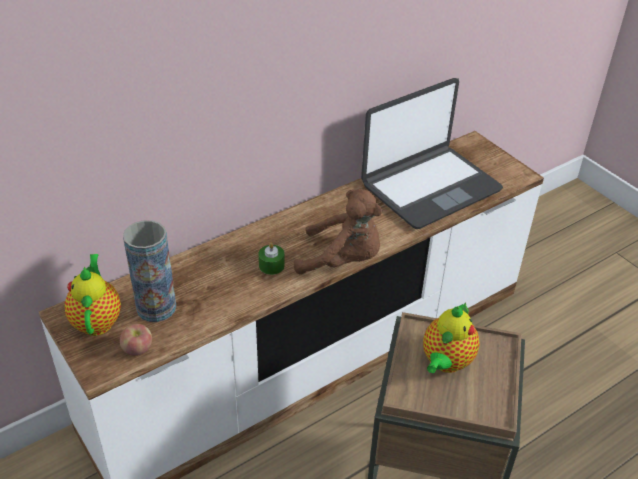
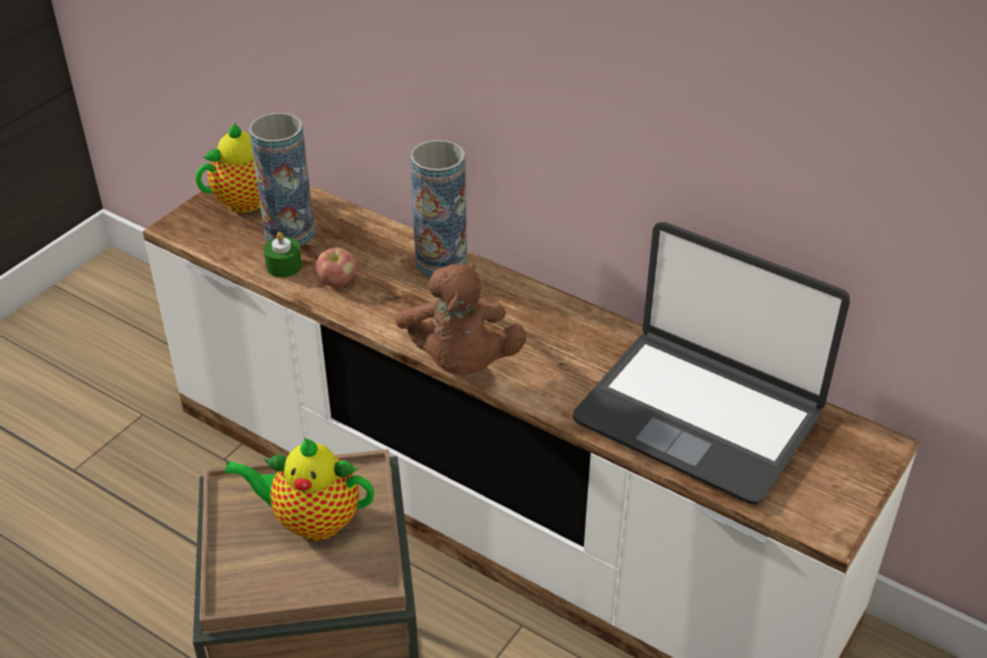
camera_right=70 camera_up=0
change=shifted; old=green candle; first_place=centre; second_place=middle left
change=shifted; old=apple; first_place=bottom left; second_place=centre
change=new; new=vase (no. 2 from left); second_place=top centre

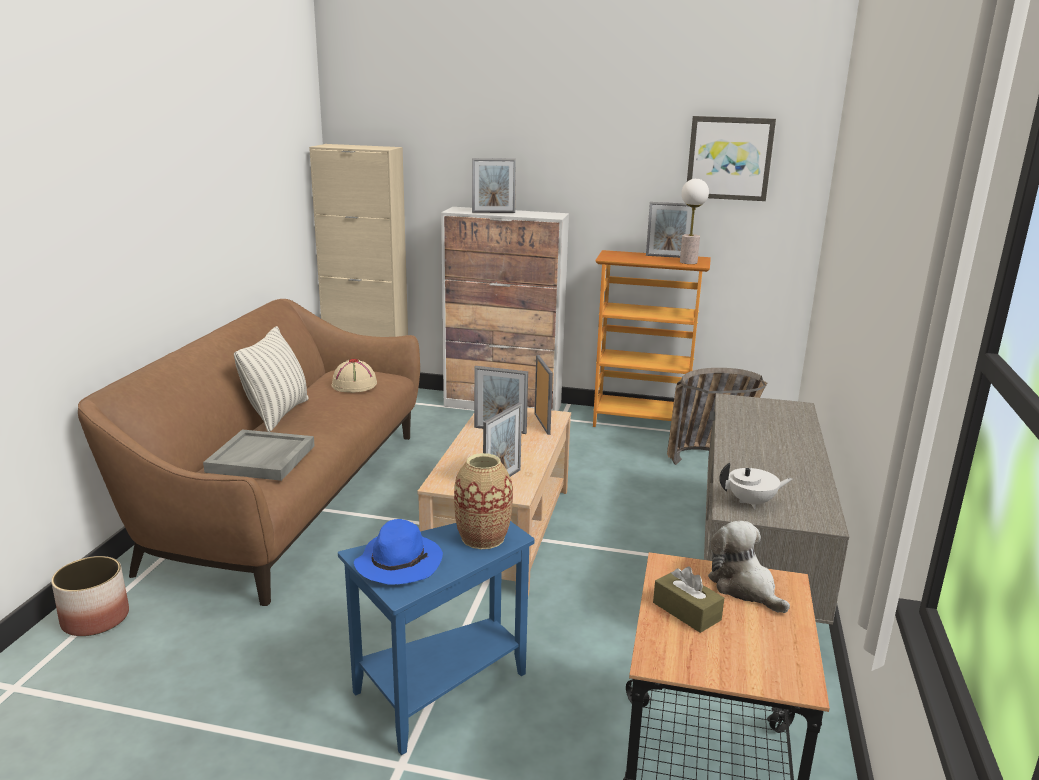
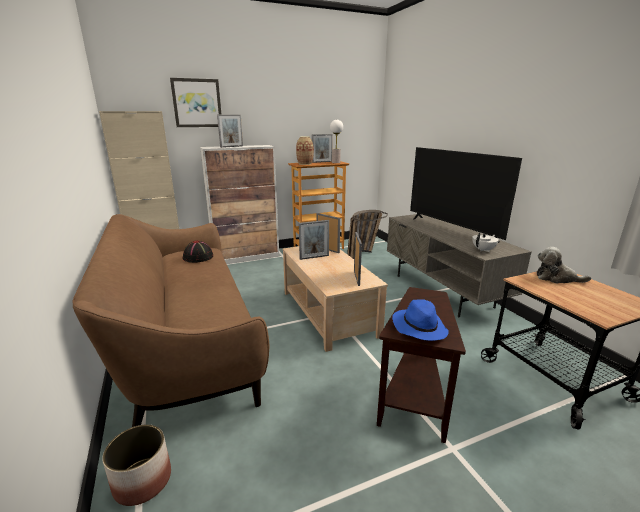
camera_right=-35 camera_up=0
change=shifted; old=picture; first_place=top right; second_place=top left
change=repainted; old=beige hat; new=black hat; first_place=centre; second_place=middle left
change=shifted; old=vase; first_place=centre; second_place=top centre
change=repainted; old=blue side table; new=brown side table; first_place=bottom centre; second_place=bottom centre
change=new; new=television; second_place=middle right
change=gone; old=grey tray; first_place=middle left
change=gone; old=pillow; first_place=middle left
change=gone; old=brown tissue box; first_place=bottom centre

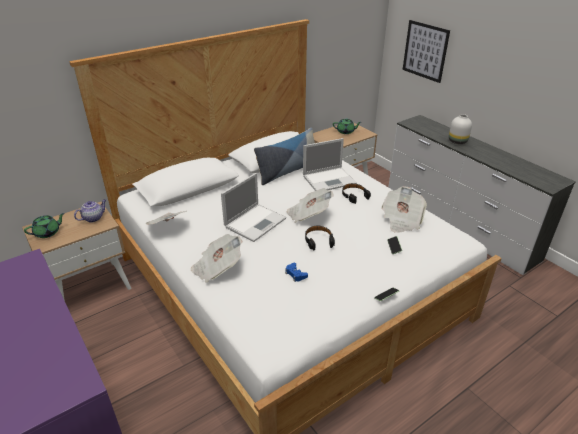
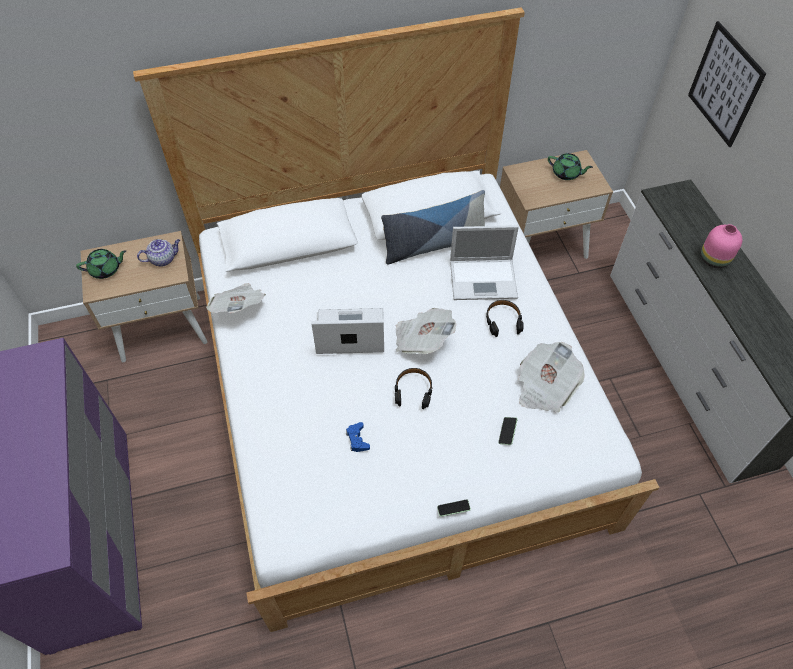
camera_right=20 camera_up=20
change=rotated; old=laptop (no. 1 from left); first_place=centre; second_place=centre; degrees=-150
change=repainted; old=white vase; new=pink vase; first_place=top right; second_place=middle right
change=gone; old=newspaper (no. 2 from left); first_place=centre

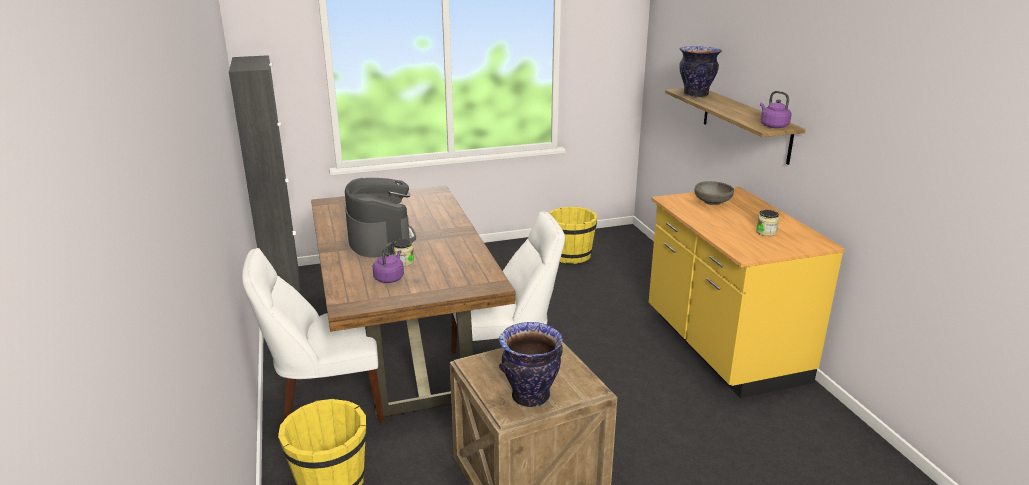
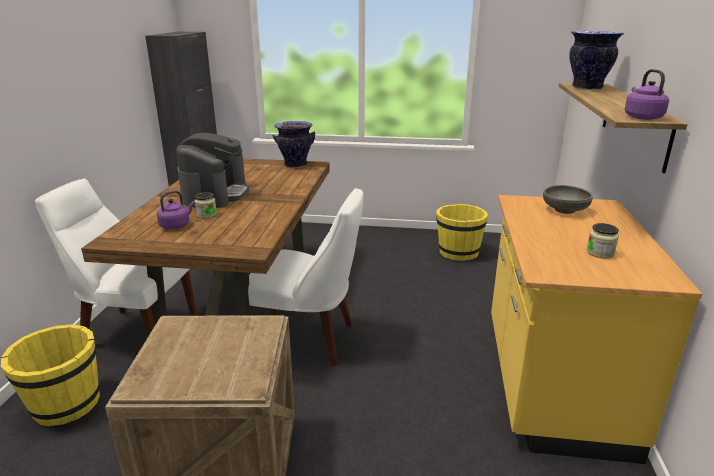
camera_right=25 camera_up=0
change=shifted; old=vase (no. 1 from left); first_place=bottom centre; second_place=top centre

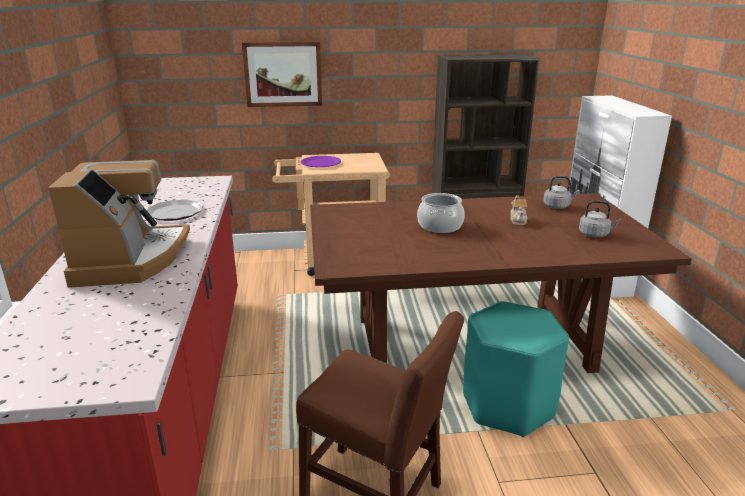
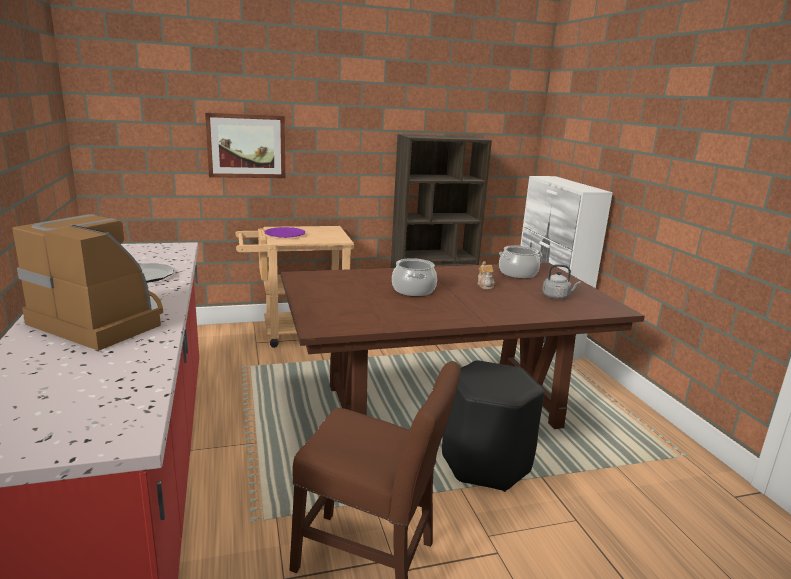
camera_right=-10 camera_up=-5
change=rotated; old=coffee machine; first_place=middle left; second_place=middle left; degrees=-45
change=repainted; old=turquoise stool; new=black stool; first_place=bottom right; second_place=bottom centre
change=swapped; old=grey kettle (no. 1 from left); new=cooking pot (no. 2 from left); first_place=middle right; second_place=centre

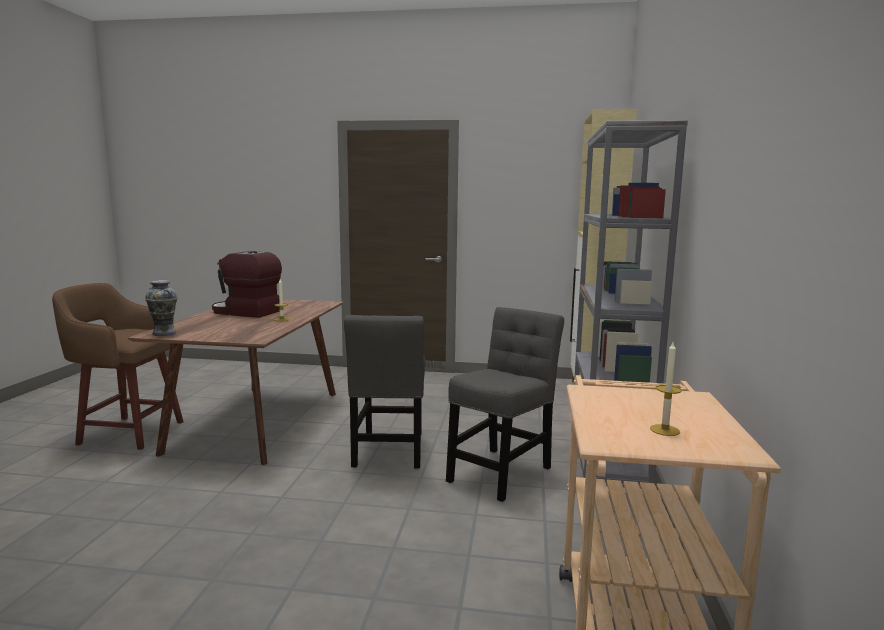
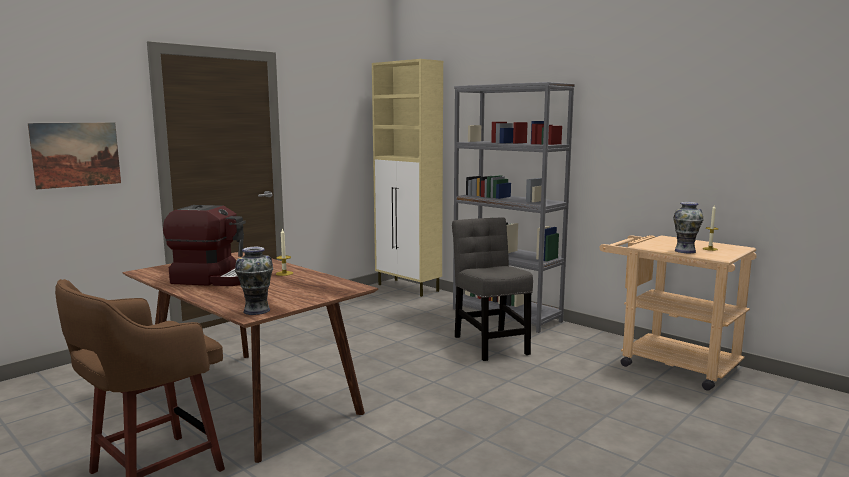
camera_right=-55 camera_up=0
change=new; new=picture; second_place=top left
change=rotated; old=coffee machine; first_place=middle left; second_place=middle left; degrees=-135
change=new; new=vase (no. 2 from left); second_place=middle right
change=gone; old=grey chair (no. 1 from left); first_place=centre

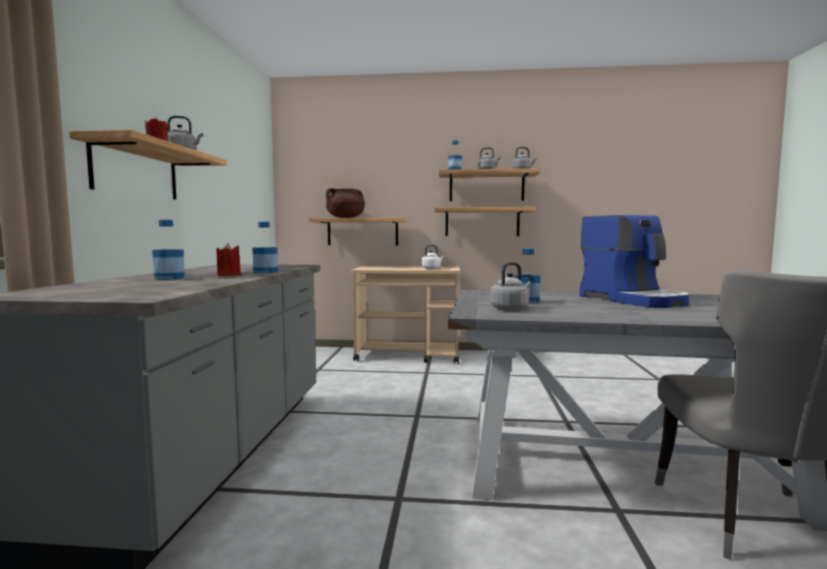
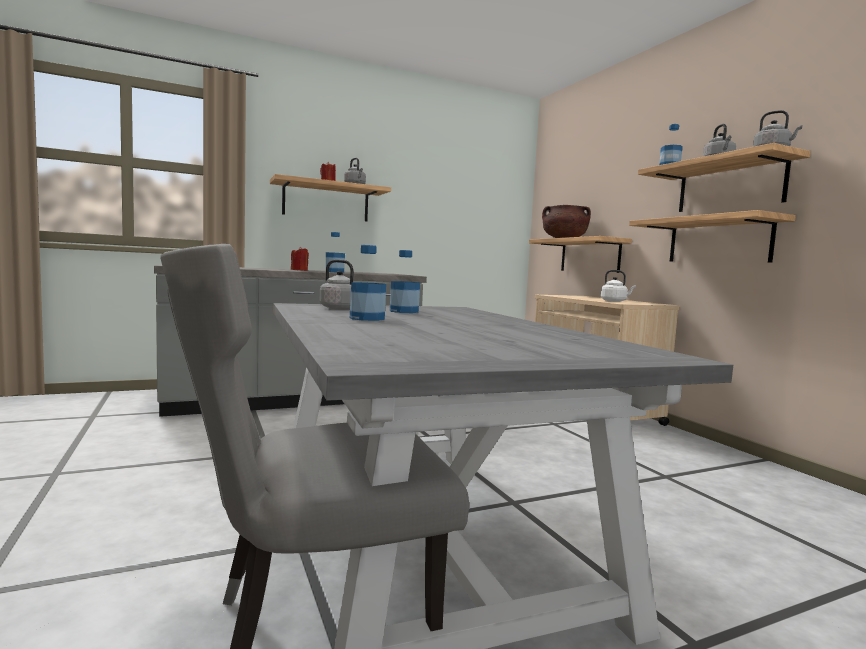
camera_right=60 camera_up=0
change=shifted; old=bottle (no. 1 from left in the first image); new=bottle (no. 2 from left); first_place=middle left; second_place=centre
change=gone; old=coffee machine; first_place=middle right

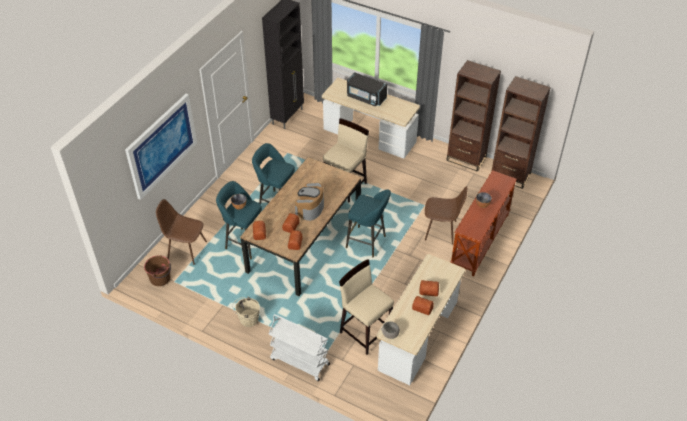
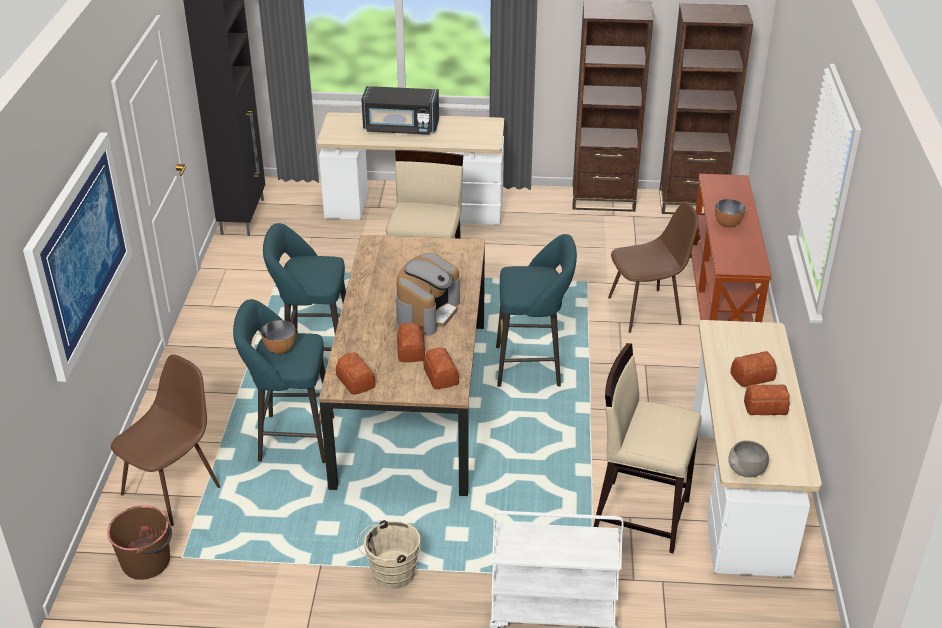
camera_right=-25 camera_up=-10
change=rotated; old=brown chair (no. 1 from left); first_place=middle left; second_place=bottom left; degrees=135
change=rotated; old=coffee machine; first_place=centre; second_place=centre; degrees=-150

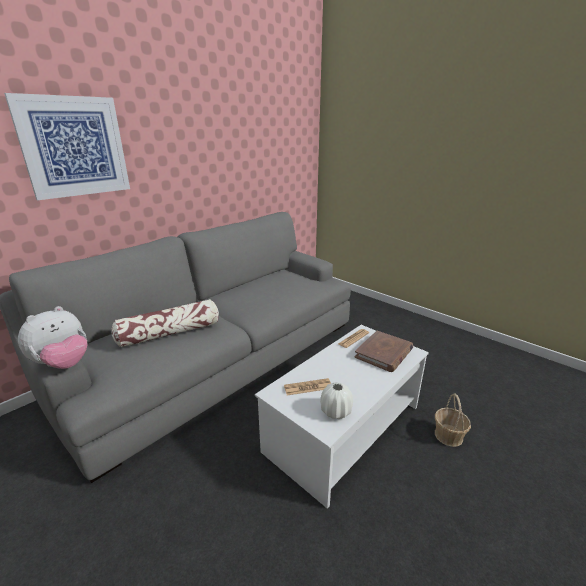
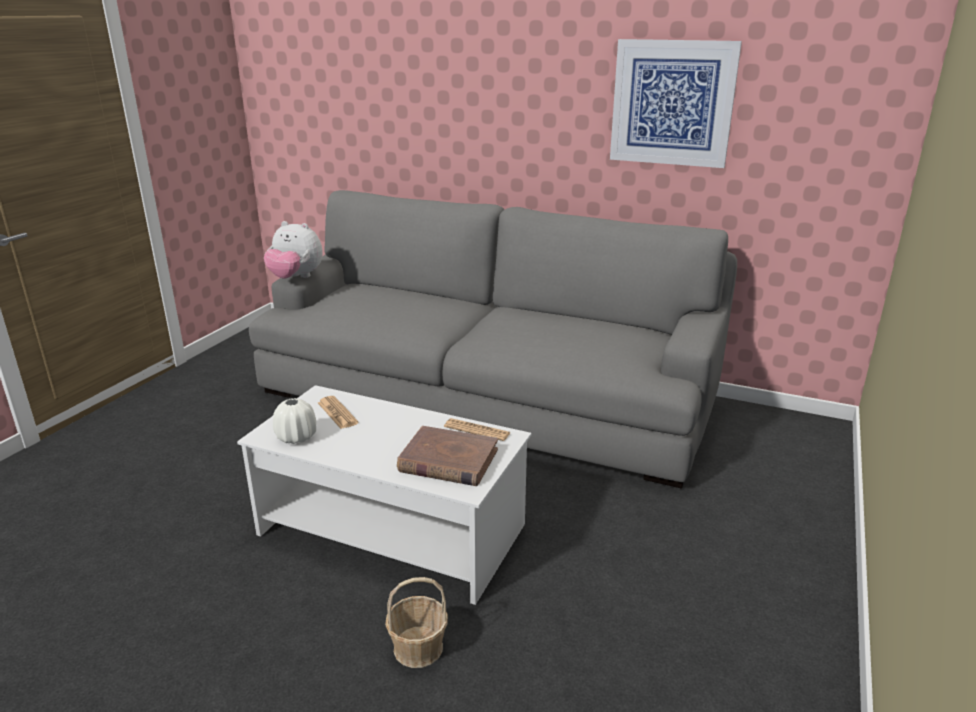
camera_right=70 camera_up=0
change=shifted; old=picture; first_place=top left; second_place=top right
change=gone; old=pillow; first_place=middle left

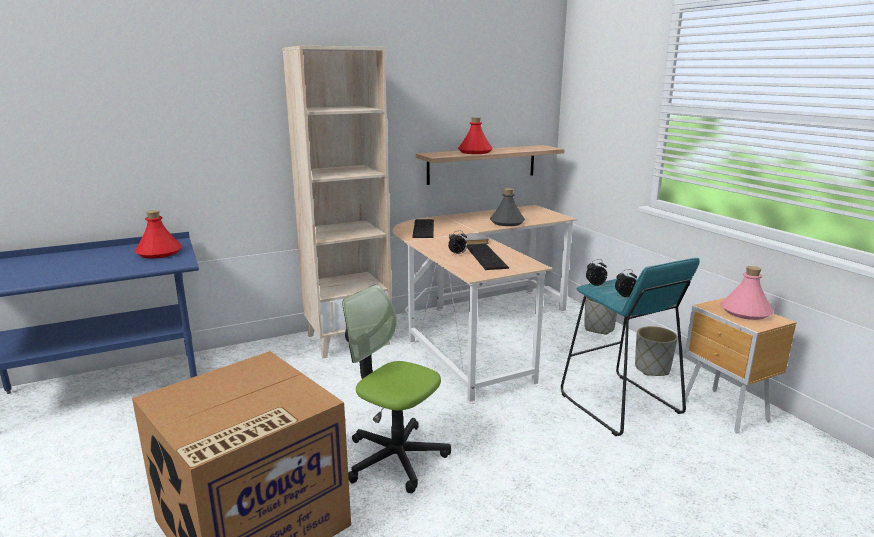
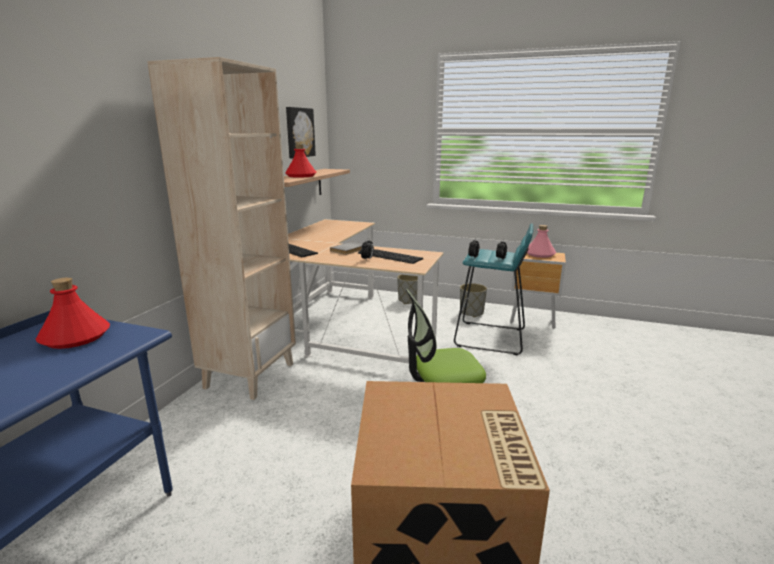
camera_right=-45 camera_up=0
change=new; new=picture; second_place=top centre
change=gone; old=grey bottle; first_place=centre

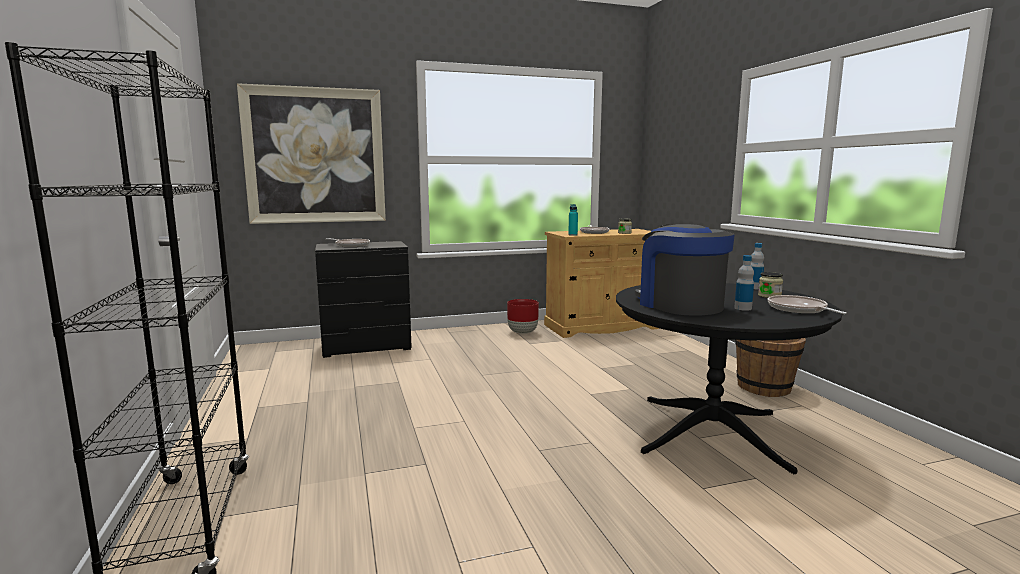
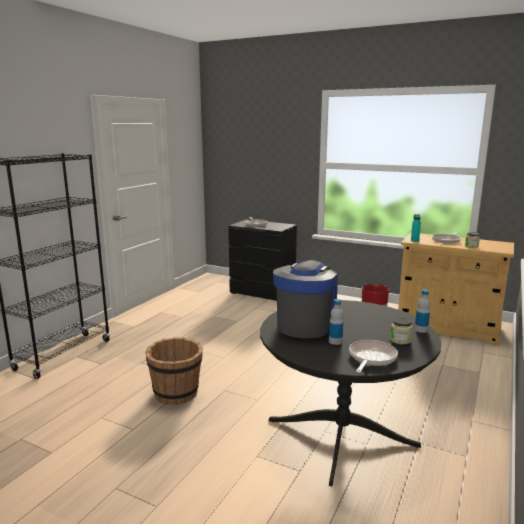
camera_right=45 camera_up=5
change=shifted; old=brown bucket; first_place=middle right; second_place=bottom left
change=gone; old=picture; first_place=top left

